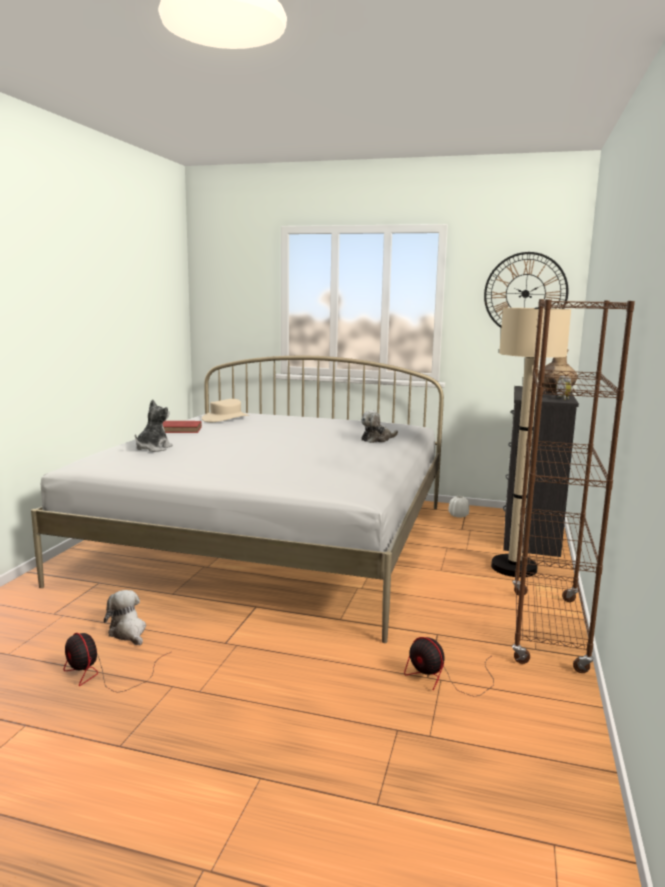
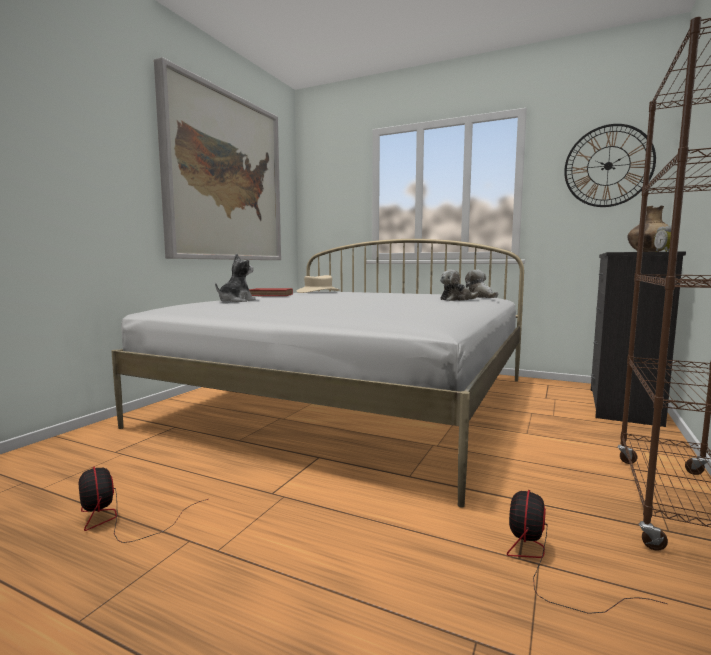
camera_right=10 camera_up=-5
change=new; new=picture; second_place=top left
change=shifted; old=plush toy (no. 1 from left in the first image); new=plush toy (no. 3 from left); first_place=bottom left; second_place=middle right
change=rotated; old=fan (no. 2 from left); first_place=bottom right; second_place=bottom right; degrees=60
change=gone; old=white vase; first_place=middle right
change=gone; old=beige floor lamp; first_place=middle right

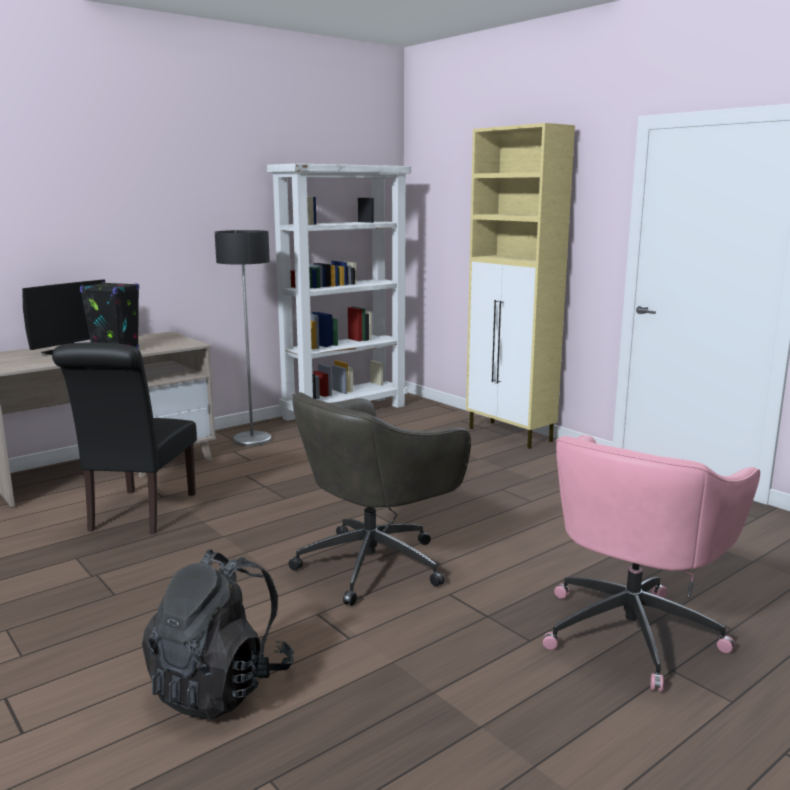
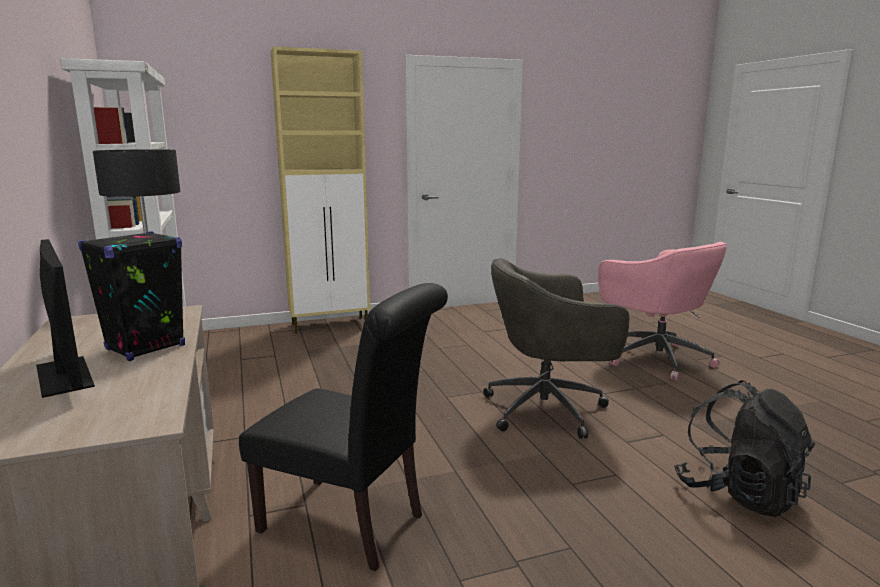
camera_right=-70 camera_up=0
change=rotated; old=grey office chair; first_place=centre; second_place=centre; degrees=105

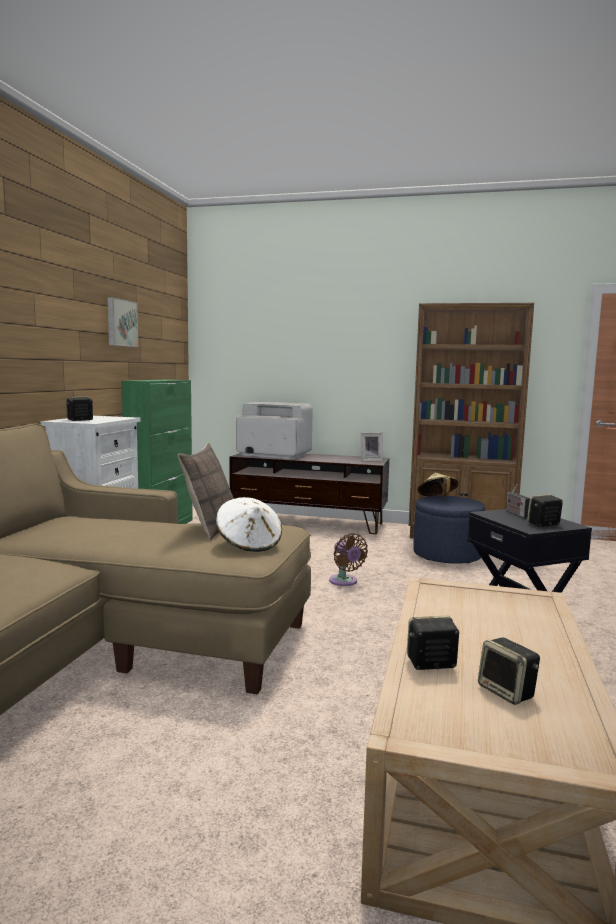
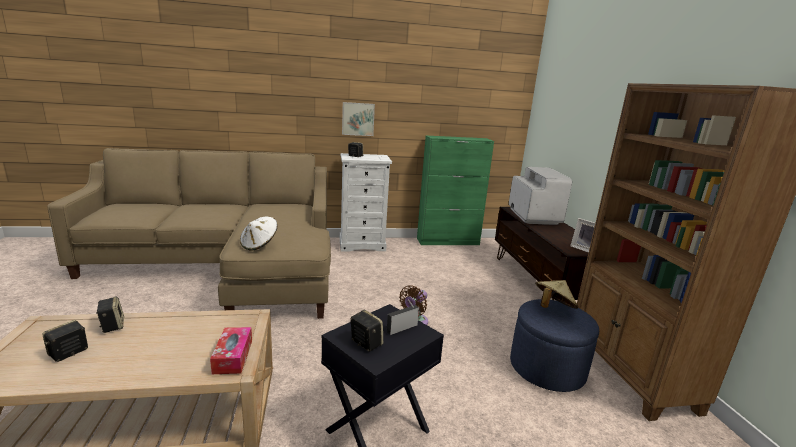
camera_right=65 camera_up=10
change=new; new=tissue box; second_place=bottom left
change=shifted; old=picture; first_place=middle left; second_place=top centre
change=gone; old=pillow; first_place=centre

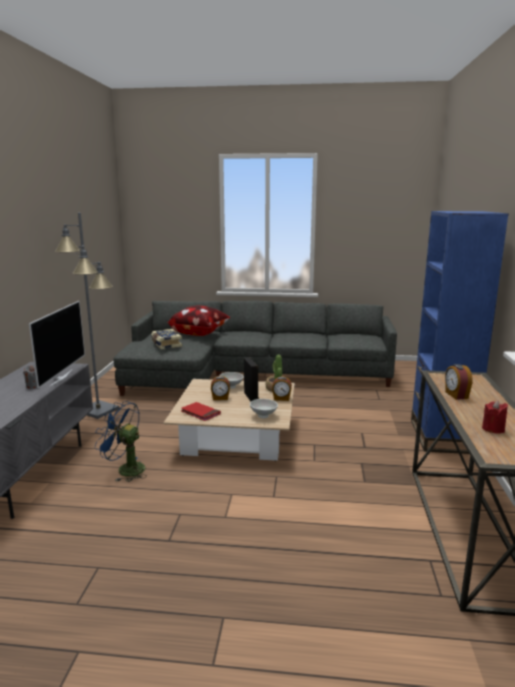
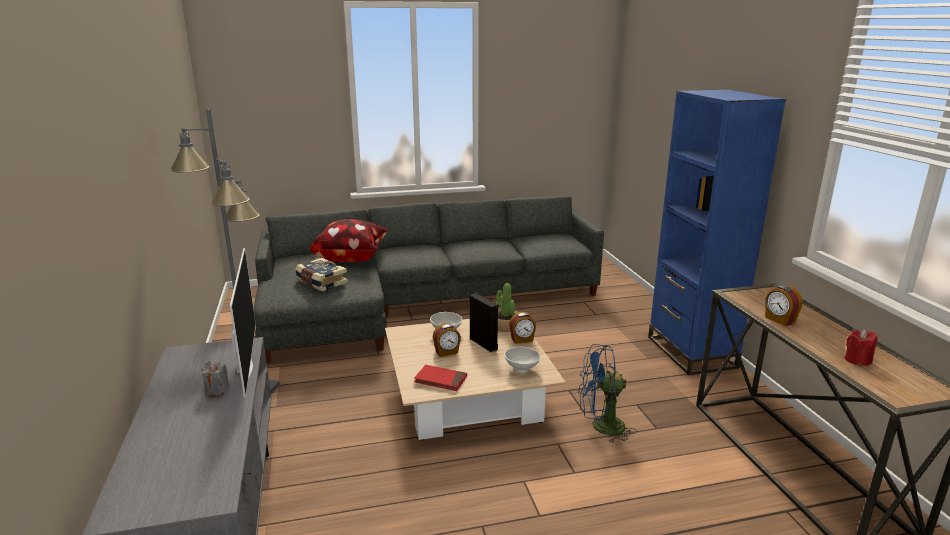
camera_right=-20 camera_up=5
change=shifted; old=blue fan; first_place=middle left; second_place=bottom centre

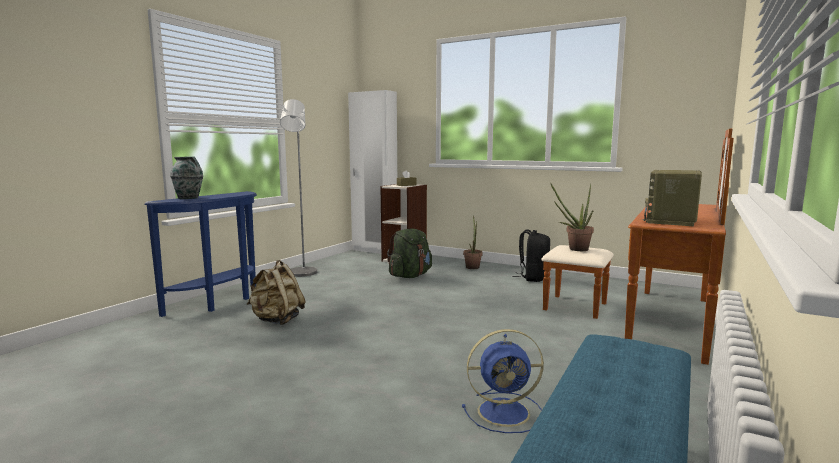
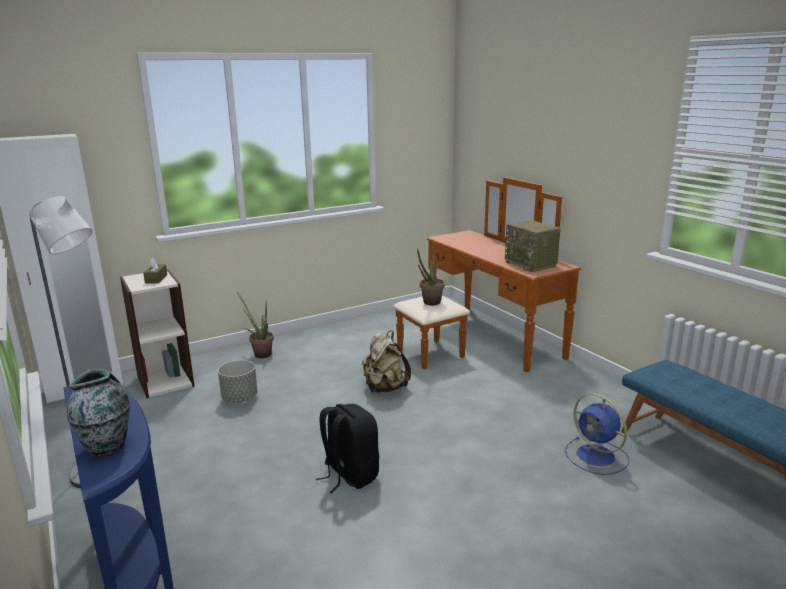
camera_right=-60 camera_up=10
change=swapped; old=green backpack; new=grey planter; first_place=centre; second_place=middle left
change=shifted; old=black backpack; first_place=centre; second_place=bottom centre
change=shifted; old=beige backpack; first_place=middle left; second_place=centre
change=rotated; old=blue fan; first_place=bottom centre; second_place=bottom right; degrees=120

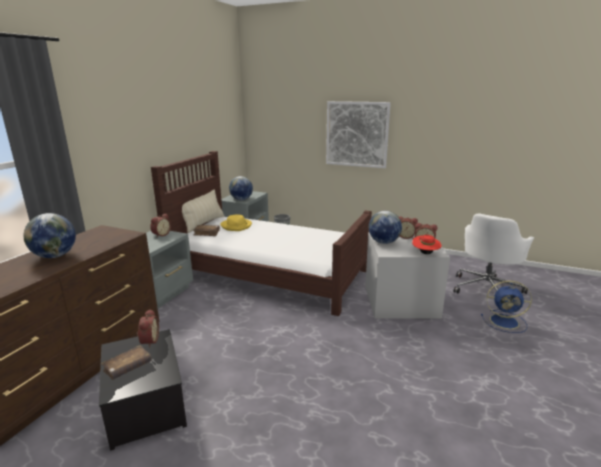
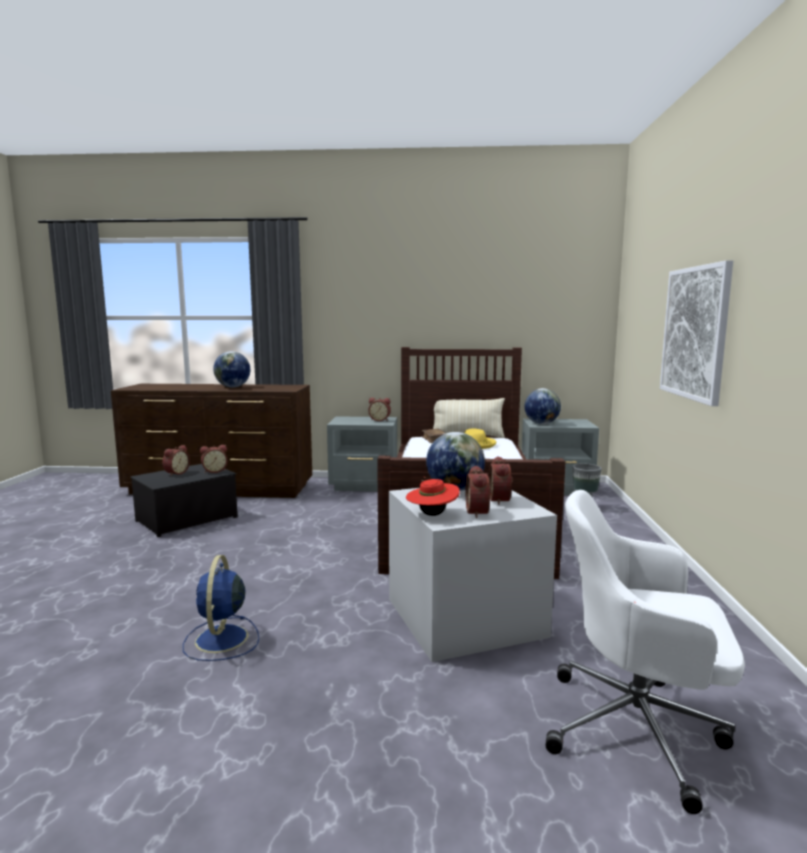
camera_right=70 camera_up=-10
change=swapped; old=brown book (no. 1 from left); new=alarm clock (no. 1 from left); first_place=bottom left; second_place=middle left
change=shifted; old=blue fan; first_place=middle right; second_place=bottom left

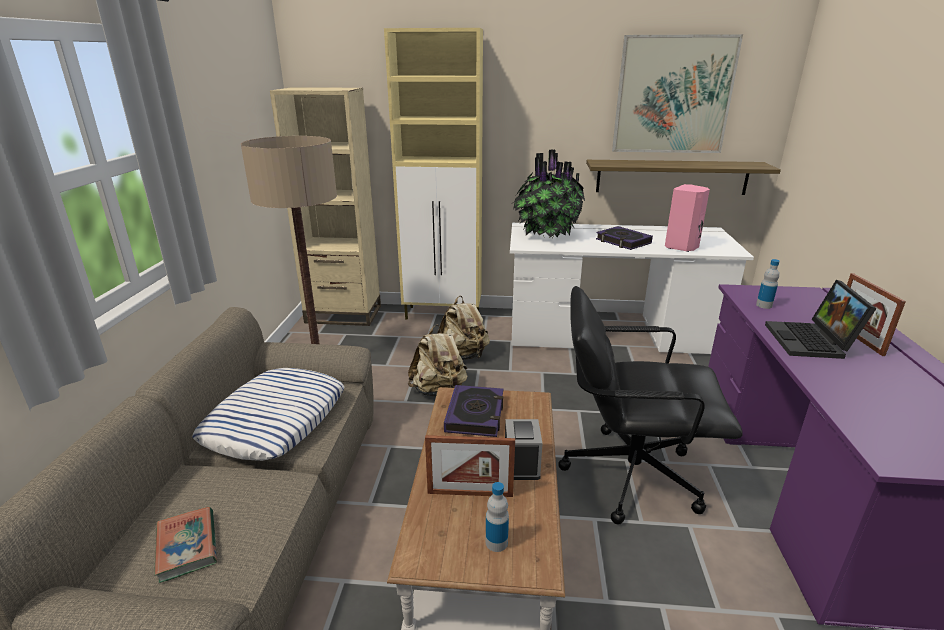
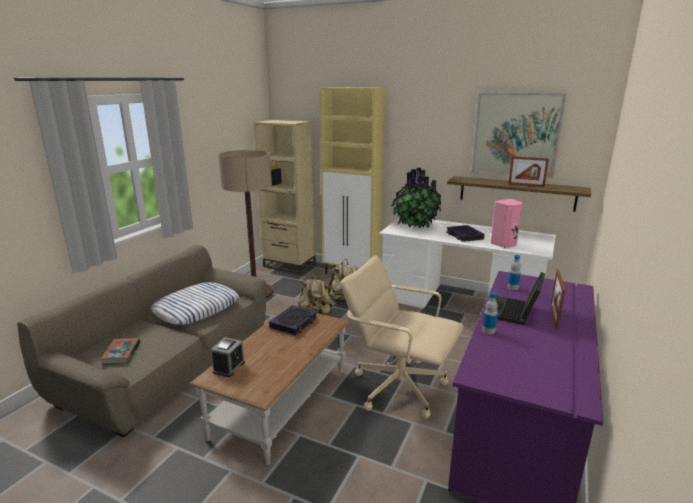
camera_right=20 camera_up=-5
change=shifted; old=alarm clock; first_place=bottom centre; second_place=bottom left
change=repainted; old=black office chair; new=beige office chair; first_place=middle right; second_place=bottom centre
change=shifted; old=bottle (no. 1 from left); first_place=bottom centre; second_place=middle right
change=shifted; old=picture frame (no. 1 from left); first_place=bottom centre; second_place=middle right

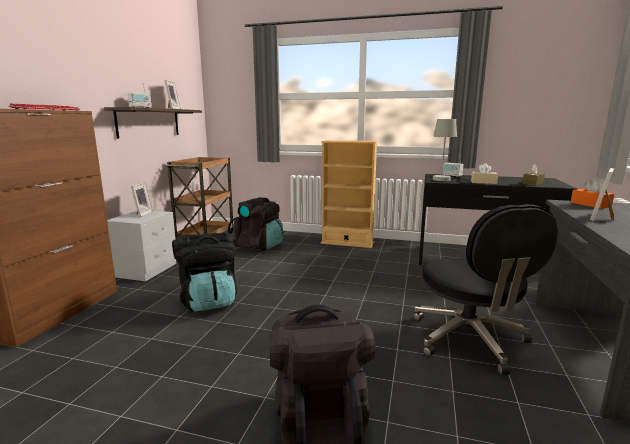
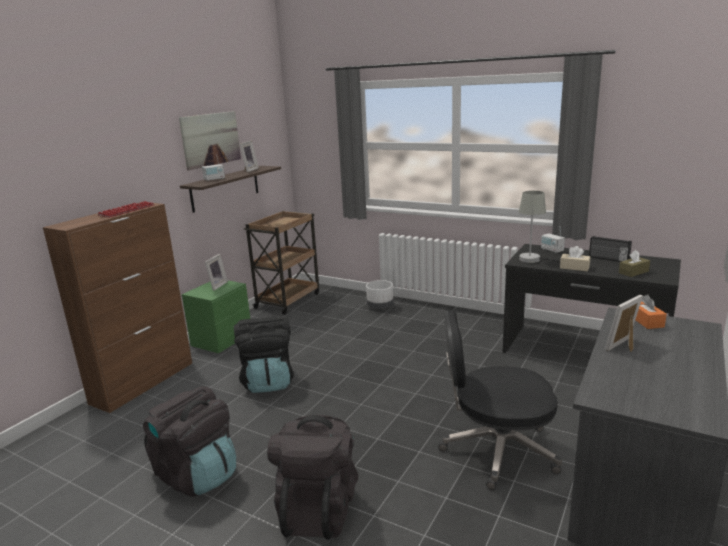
camera_right=15 camera_up=5
change=shifted; old=black backpack (no. 2 from left in the first image); new=black backpack (no. 1 from left); first_place=centre; second_place=bottom left
change=new; new=picture; second_place=top left
change=repainted; old=grey nightstand; new=green nightstand; first_place=middle left; second_place=middle left
change=new; new=white planter; second_place=centre
change=rotated; old=black office chair; first_place=middle right; second_place=bottom right; degrees=90
change=new; new=radio (no. 3 from left); second_place=middle right
change=gone; old=beige bookcase; first_place=centre

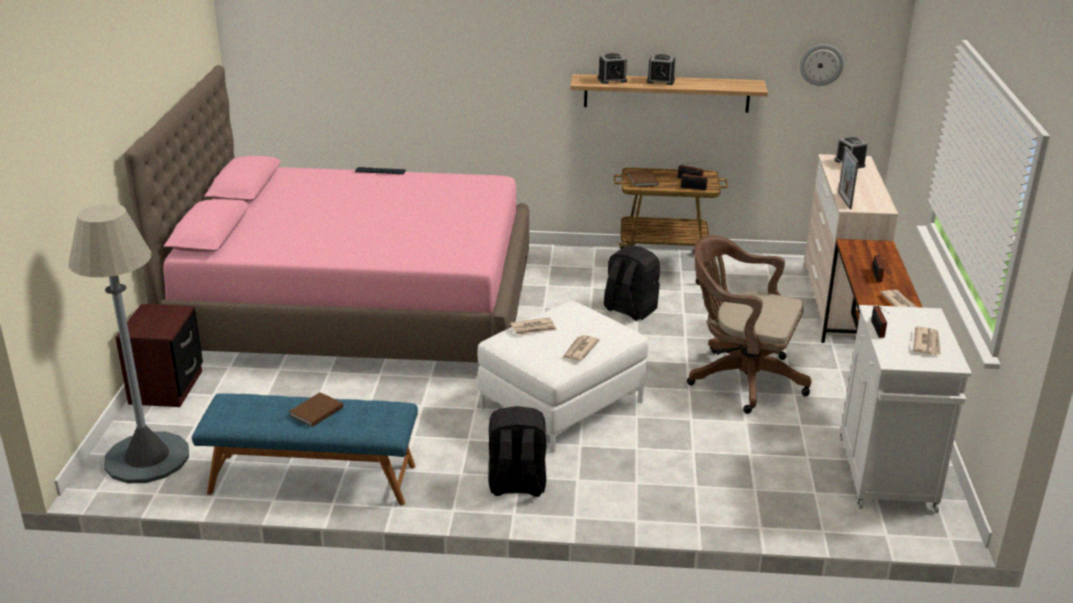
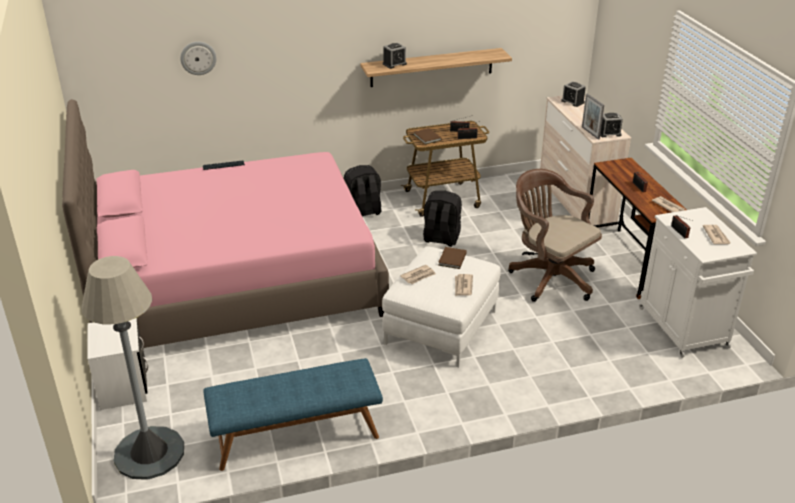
camera_right=-20 camera_up=5
change=repainted; old=brown nightstand; new=white nightstand; first_place=middle left; second_place=bottom left
change=shifted; old=wall clock; first_place=top right; second_place=top left
change=shifted; old=black backpack (no. 1 from left); first_place=bottom centre; second_place=centre
change=shifted; old=brown book (no. 1 from left in the first image); new=brown book (no. 2 from left); first_place=bottom left; second_place=centre
change=rotated; old=brown office chair; first_place=middle right; second_place=middle right; degrees=45
change=shifted; old=alarm clock (no. 2 from left in the first image); new=alarm clock (no. 3 from left); first_place=top centre; second_place=top right

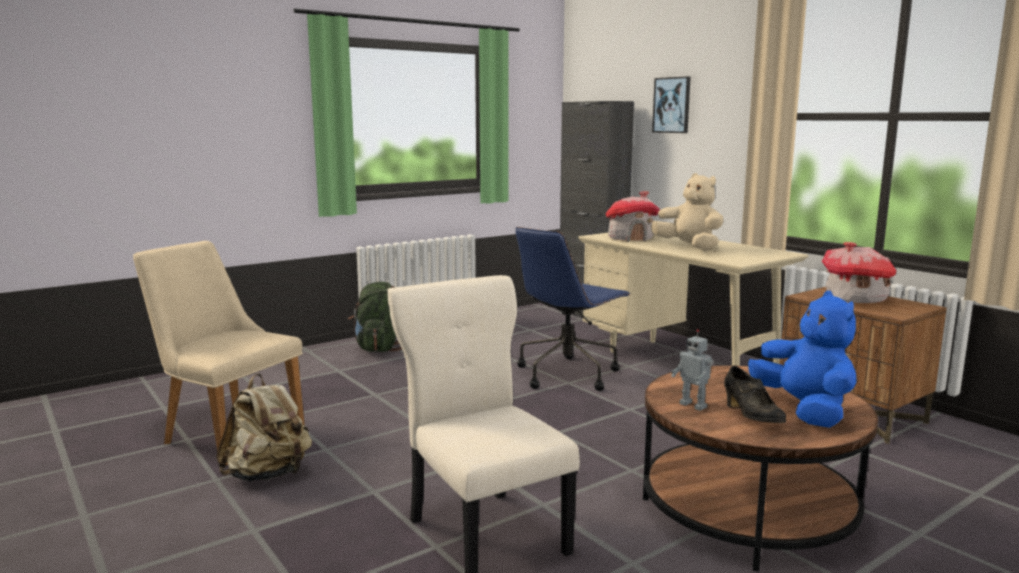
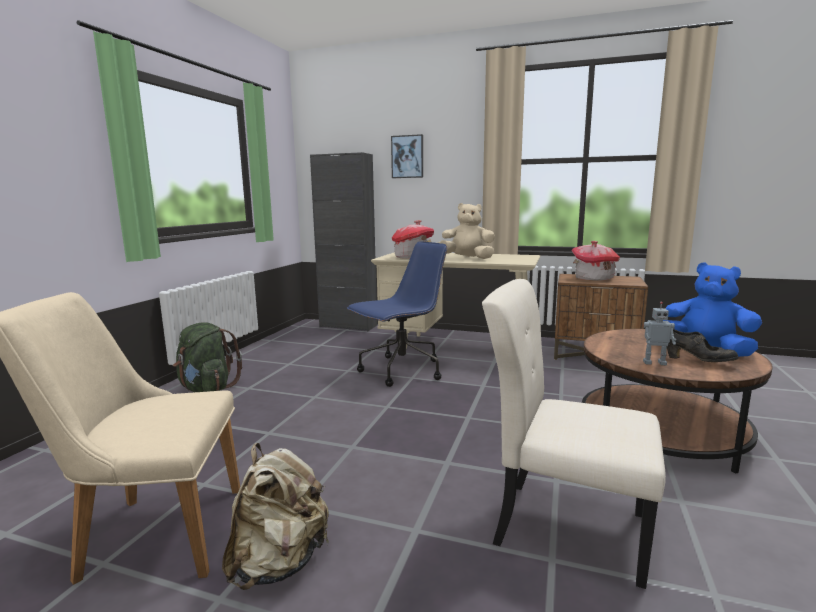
camera_right=-35 camera_up=0
change=rotated; old=blue office chair; first_place=centre; second_place=centre; degrees=-135

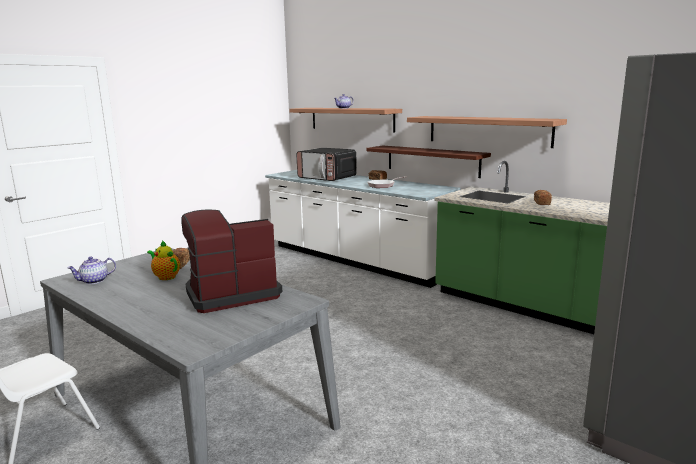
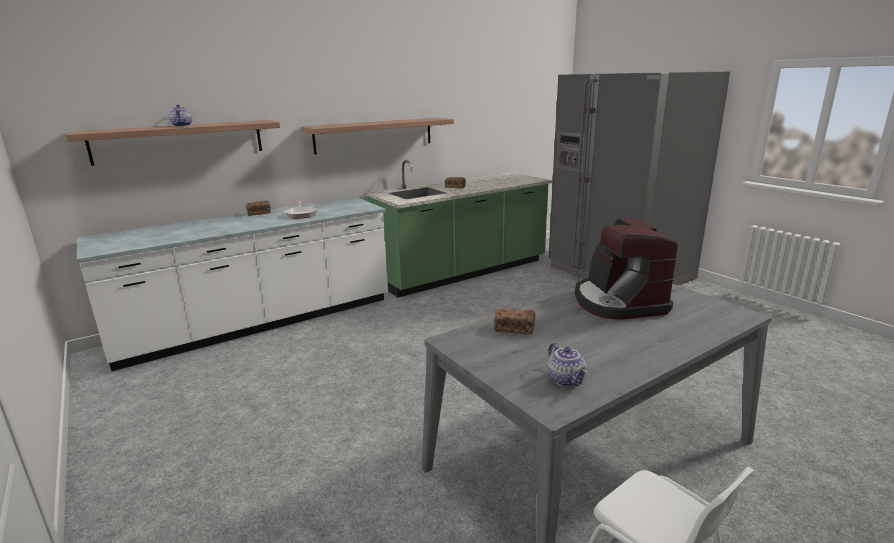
camera_right=-75 camera_up=5
change=gone; old=teapot (no. 2 from left); first_place=middle left
change=gone; old=microwave; first_place=centre
change=gone; old=shelf (no. 2 from left); first_place=centre

